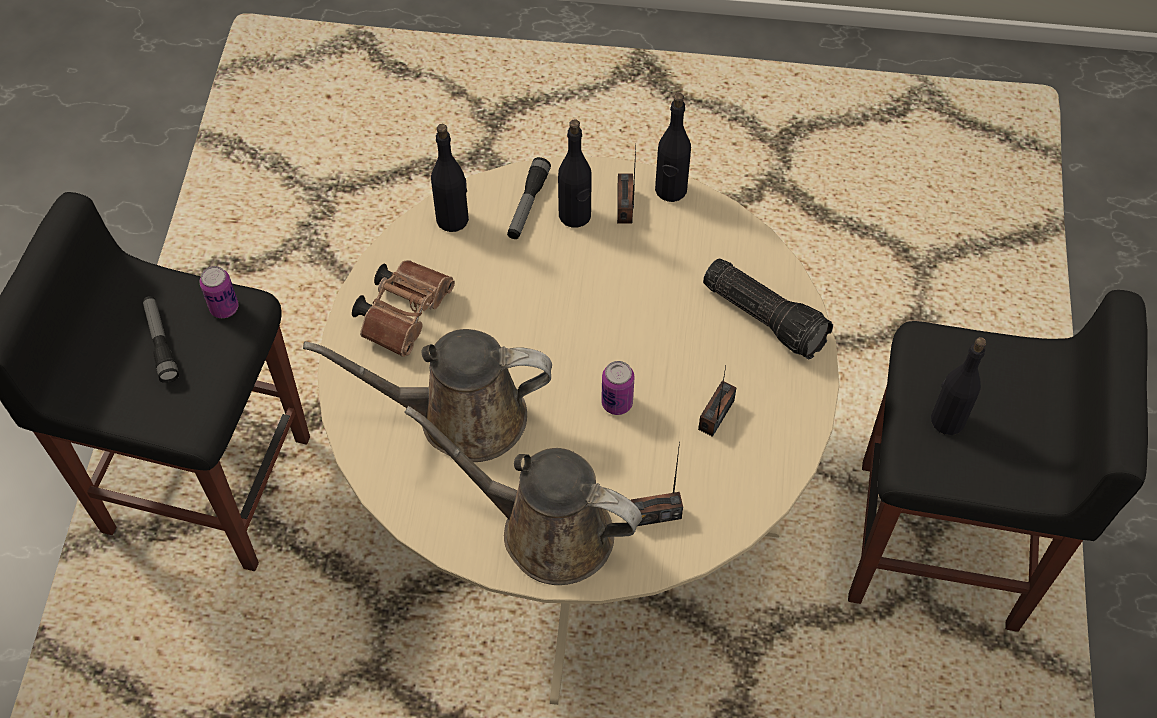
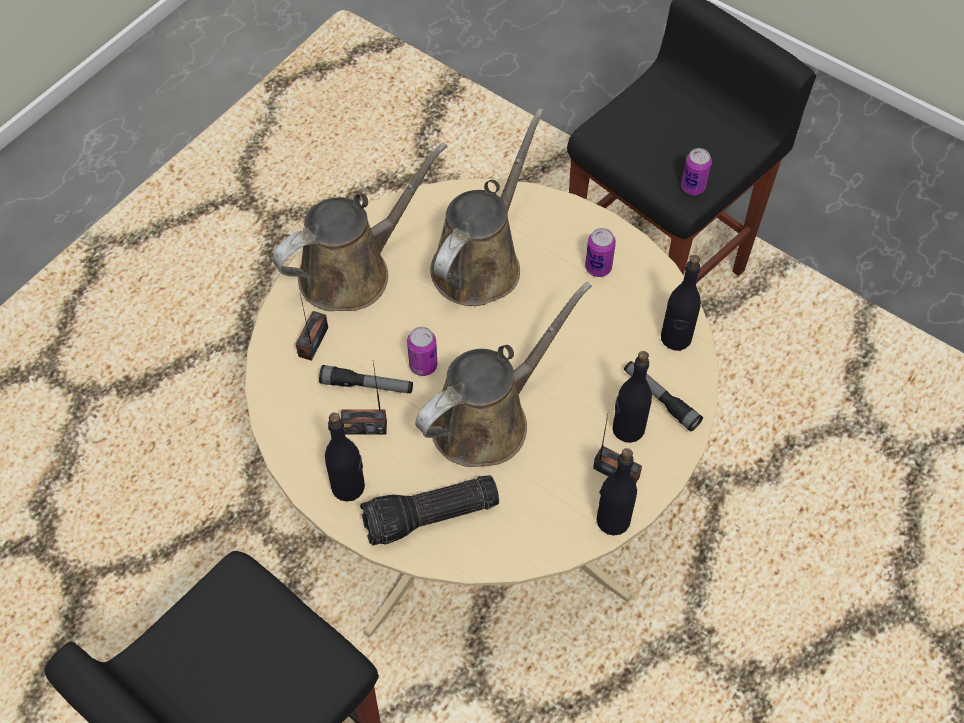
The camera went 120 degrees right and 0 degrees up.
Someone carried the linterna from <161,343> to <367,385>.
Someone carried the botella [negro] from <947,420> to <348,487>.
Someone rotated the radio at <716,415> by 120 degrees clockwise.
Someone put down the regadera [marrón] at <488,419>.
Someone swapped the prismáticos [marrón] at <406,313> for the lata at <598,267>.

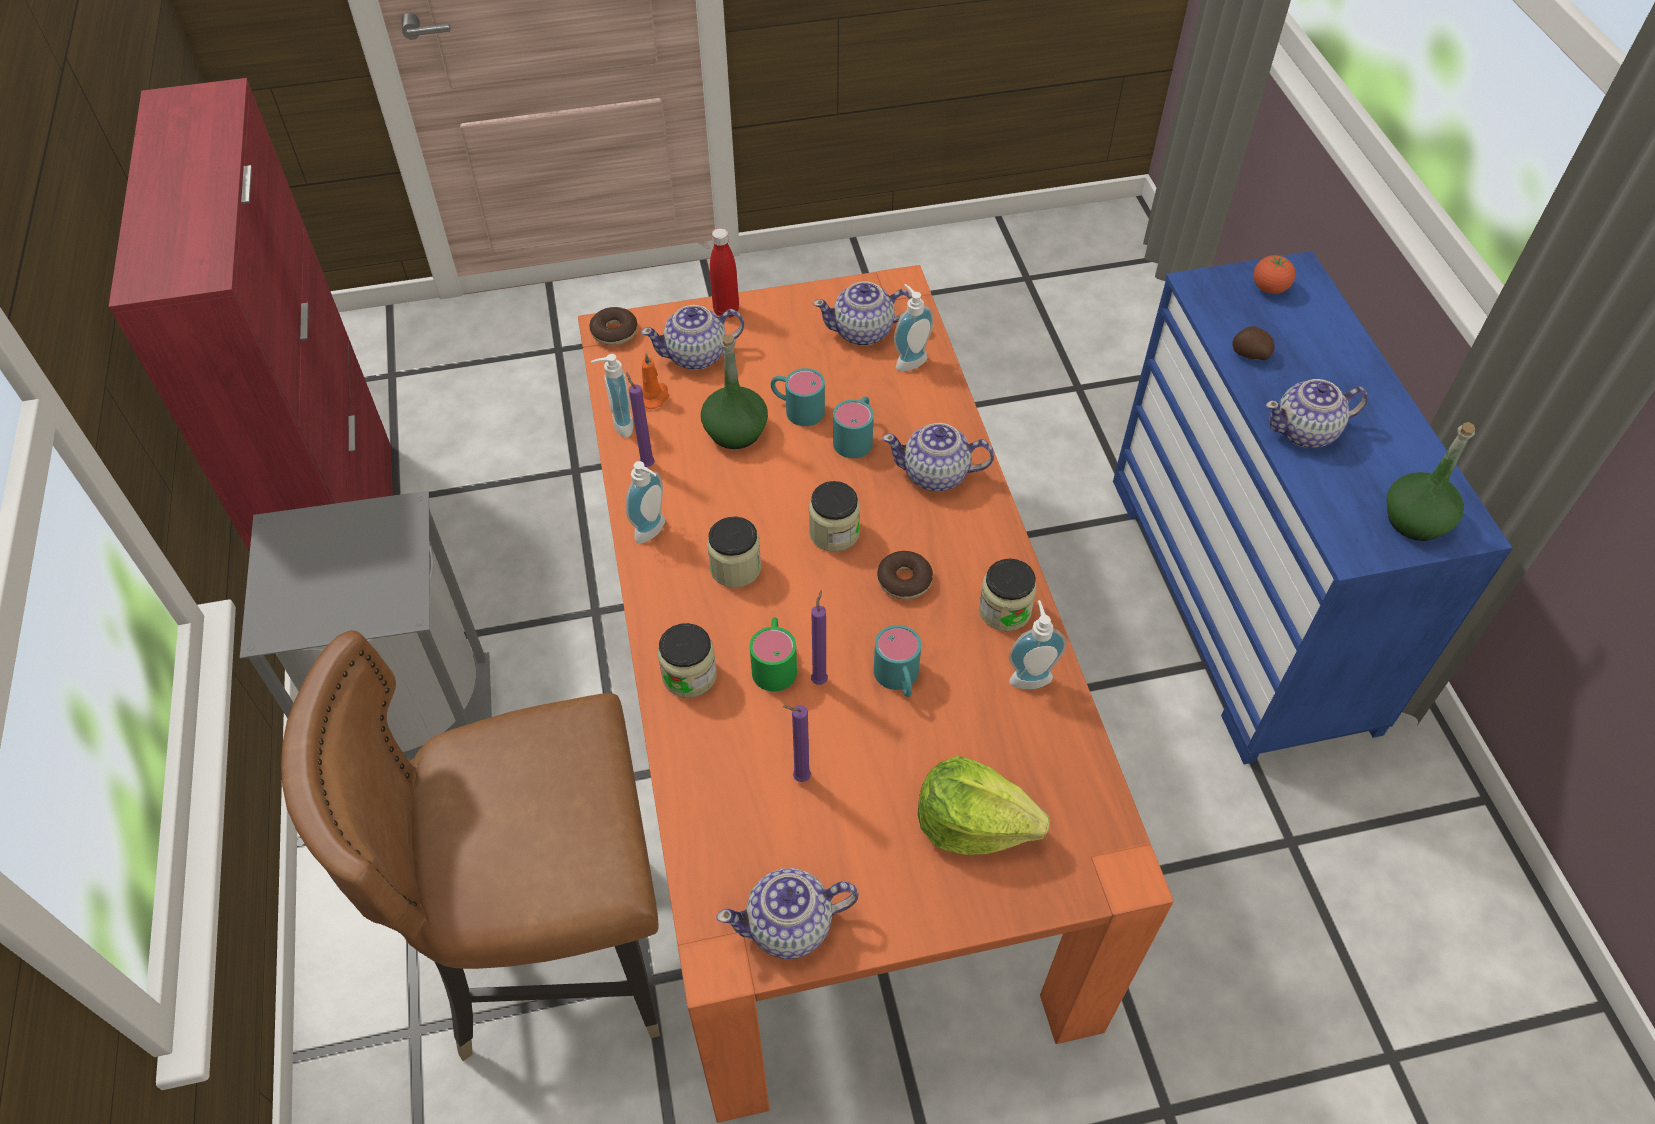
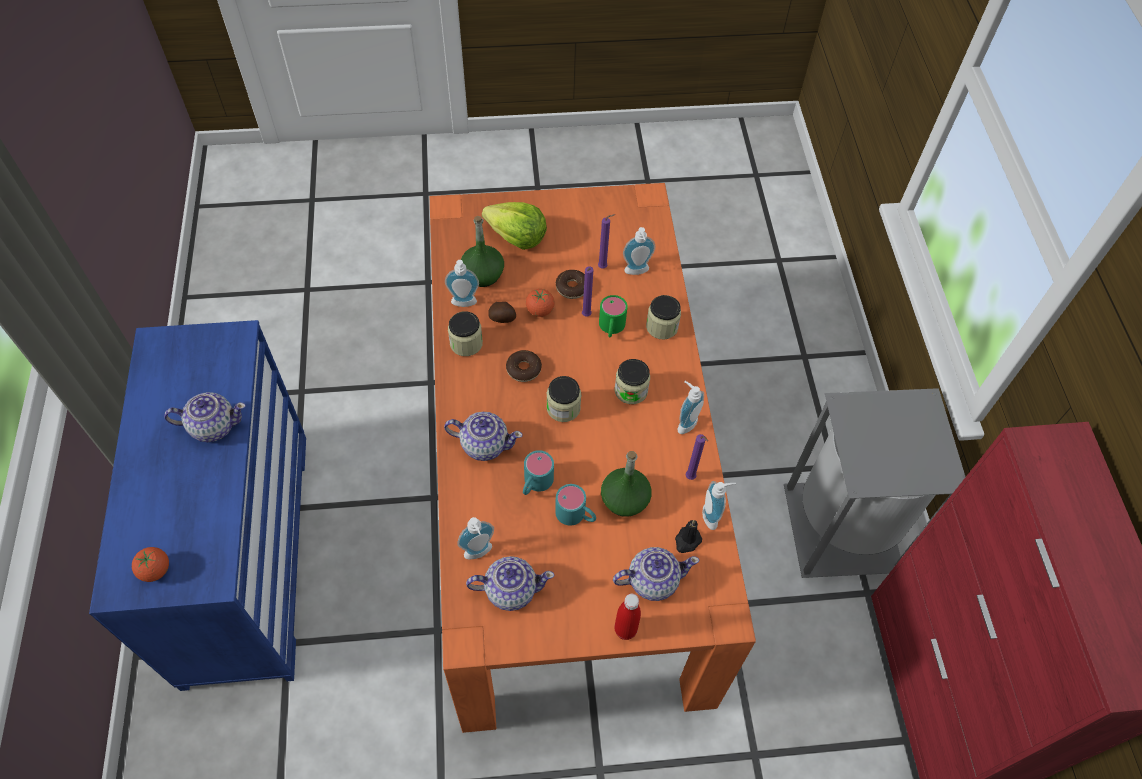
The camera went 175 degrees left and 5 degrees up.
Someone carried the botella [verde] from <1415,520> to <482,274>.
Someone carried the patata from <1249,354> to <503,318>.
Someone swapped the taza grande [turquesa] at <899,680> for the tomate at <540,310>.
Someone carried the rosquilla from <614,332> to <572,287>.
Someone put down the dispensador de jabón at <637,272>.
Someone repainted the vela [naranja] at <653,396>, which became the vela [negro] at <687,541>.
Someone took away the silla [marrón] at <557,954>.
Someone took away the tetera at <790,926>.

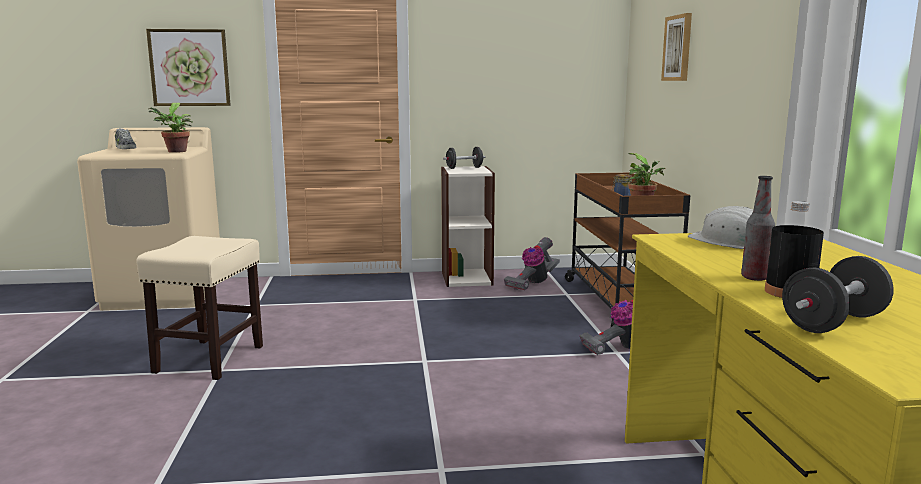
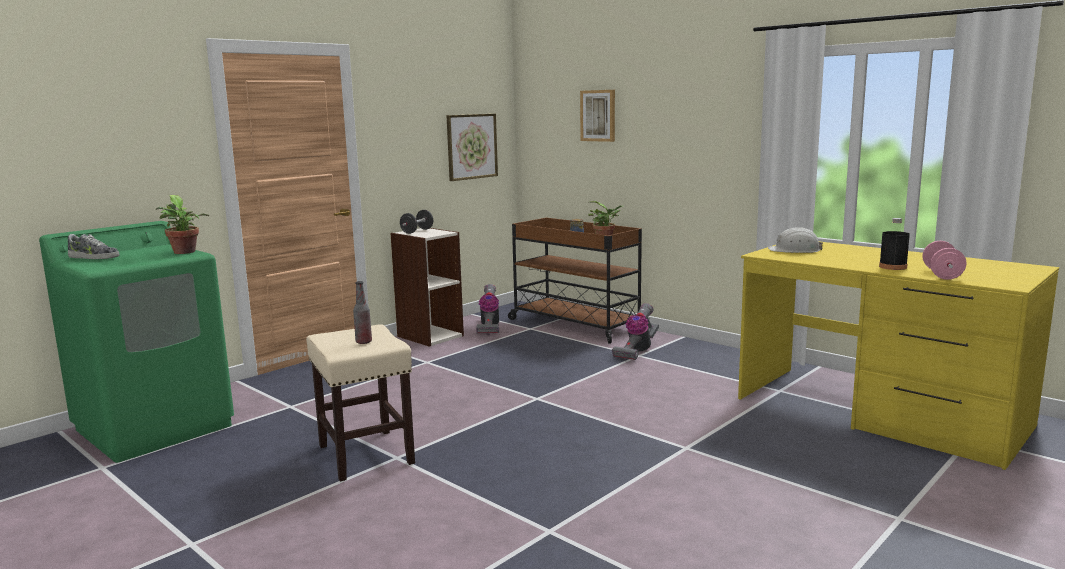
The camera went 40 degrees left and 0 degrees up.
Someone repainted the lavadora [beis] at <164,294>, which became the lavadora [verde] at <155,427>.
Someone carried the botella from <755,278> to <363,342>.
Someone carried the cuadro from <189,68> to <471,146>.
Someone repainted the mancuerna [negro] at <833,323>, which became the mancuerna [rosa] at <942,274>.

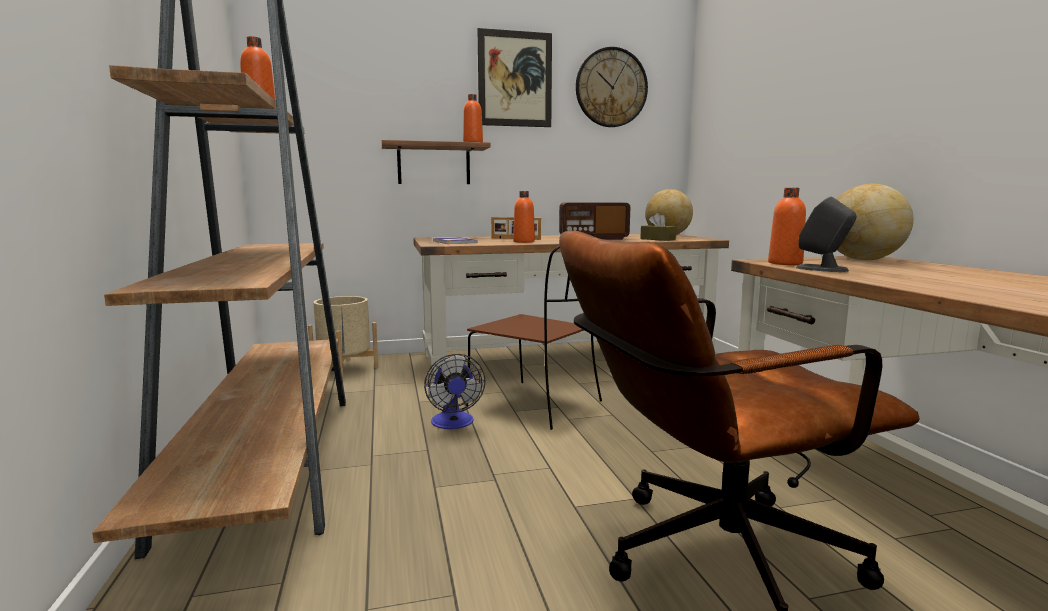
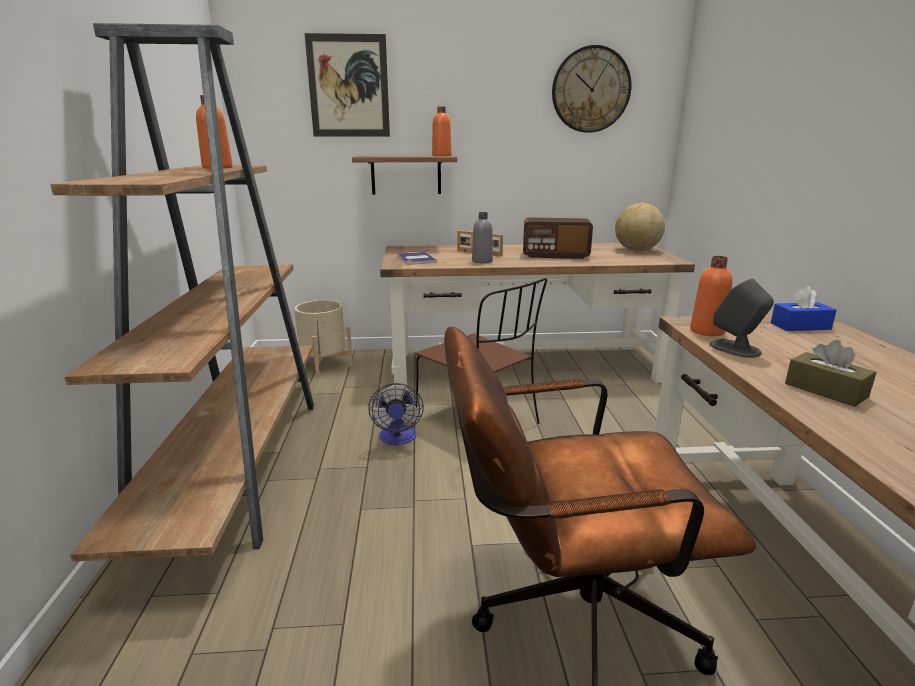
The camera went 10 degrees right and 10 degrees up.
Someone carried the cuadro from <515,79> to <348,86>.
Someone repainted the botella [naranja] at <524,241>, which became the botella [gris] at <482,261>.
Someone swapped the globo terráqueo at <863,260> for the caja de pañuelos [azul] at <800,326>.
Someone carried the caja de pañuelos [marrón] from <657,239> to <825,390>.

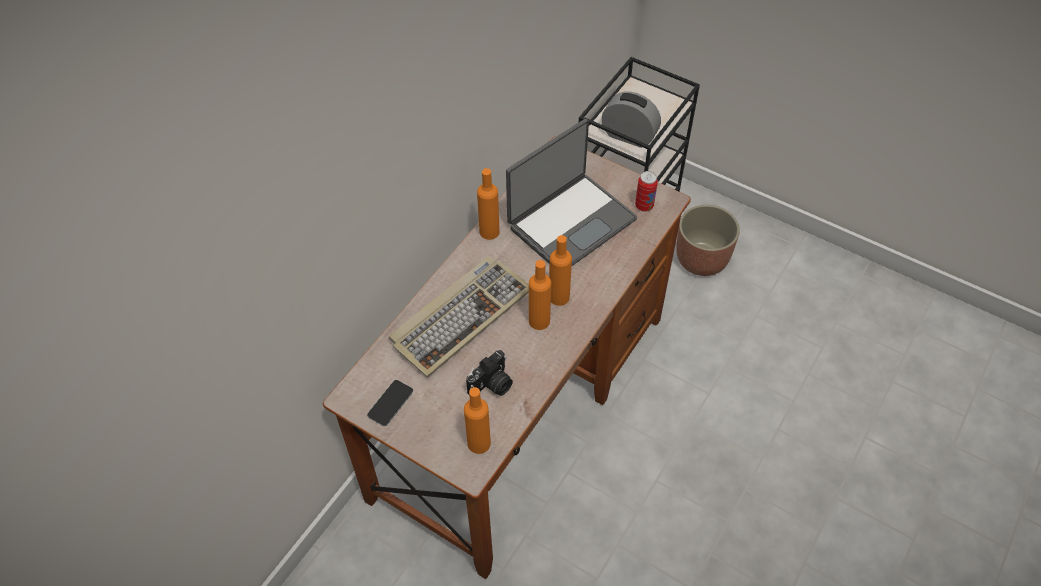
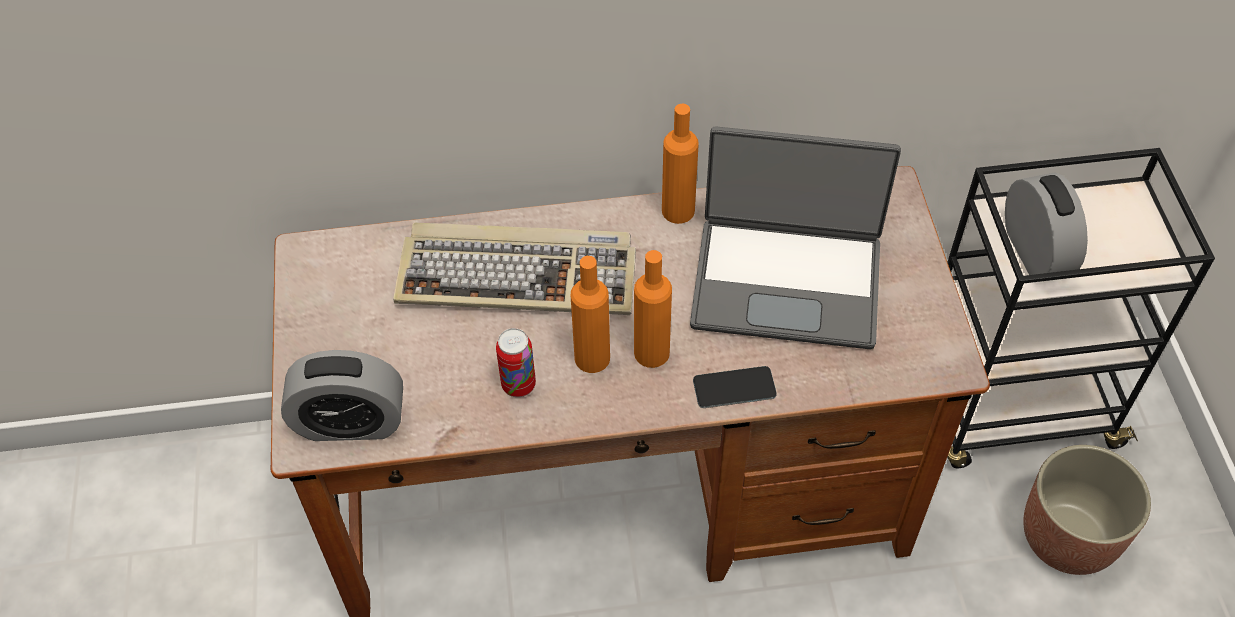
The camera went 50 degrees right and 0 degrees up.
Someone swapped the botella [naranja] at <479,443> for the despertador at <350,422>.
Someone carried the lata from <644,206> to <518,385>.
Someone carried the móvil from <390,403> to <734,388>.
Someone took away the cámara at <492,385>.

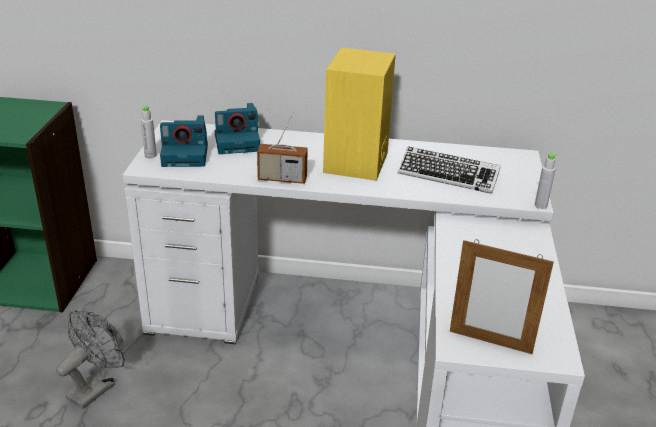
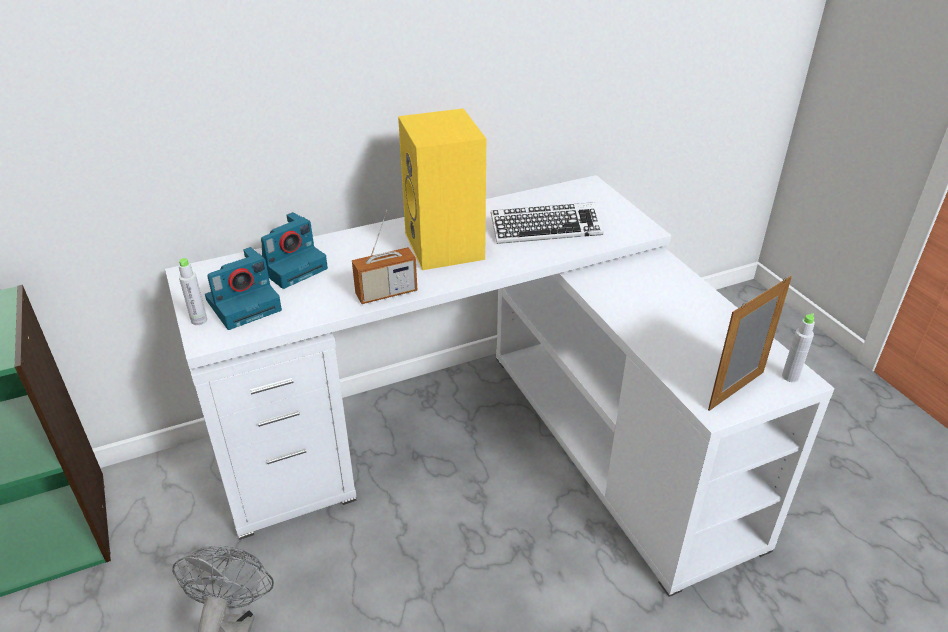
The camera went 30 degrees left and 5 degrees up.
Someone rotated the portarretratos at <490,342> by 150 degrees clockwise.
Someone carried the botella [gris] from <540,205> to <790,377>.

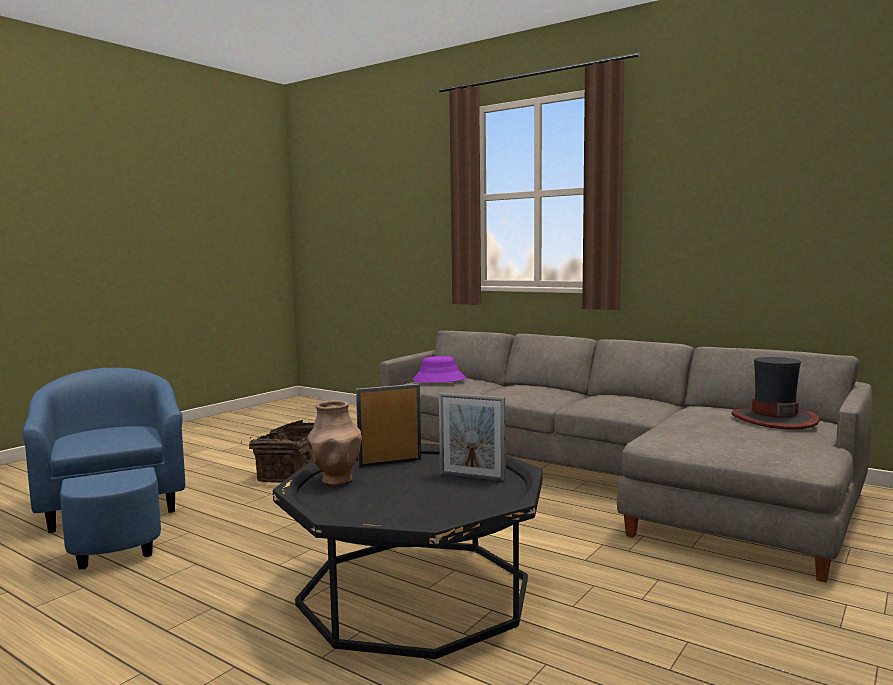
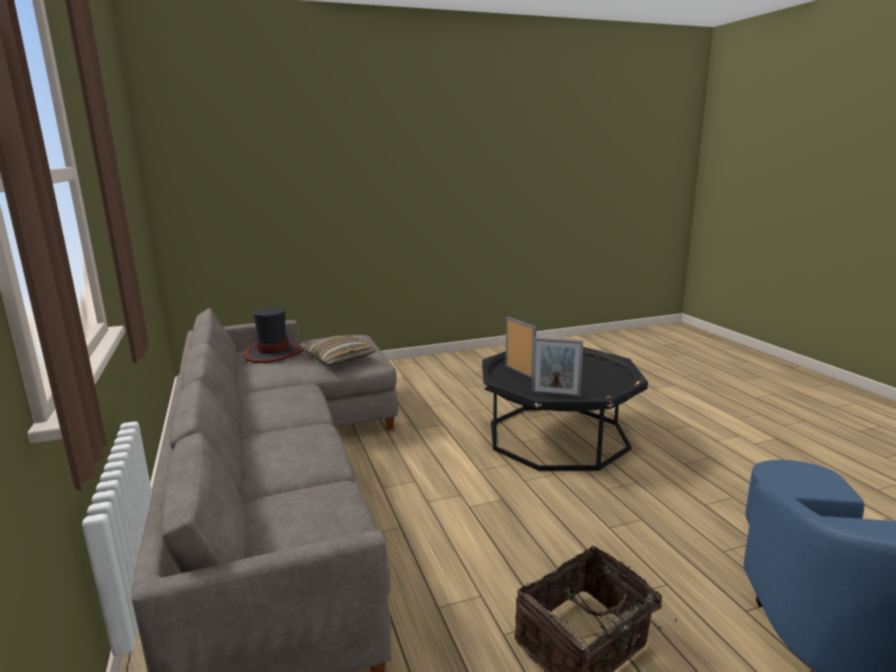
The camera went 145 degrees left and 10 degrees up.
Someone put down the cojín at <339,359>.
Someone took away the florero [marrón] at <336,480>.
Someone took away the sombrero [morado] at <439,380>.

